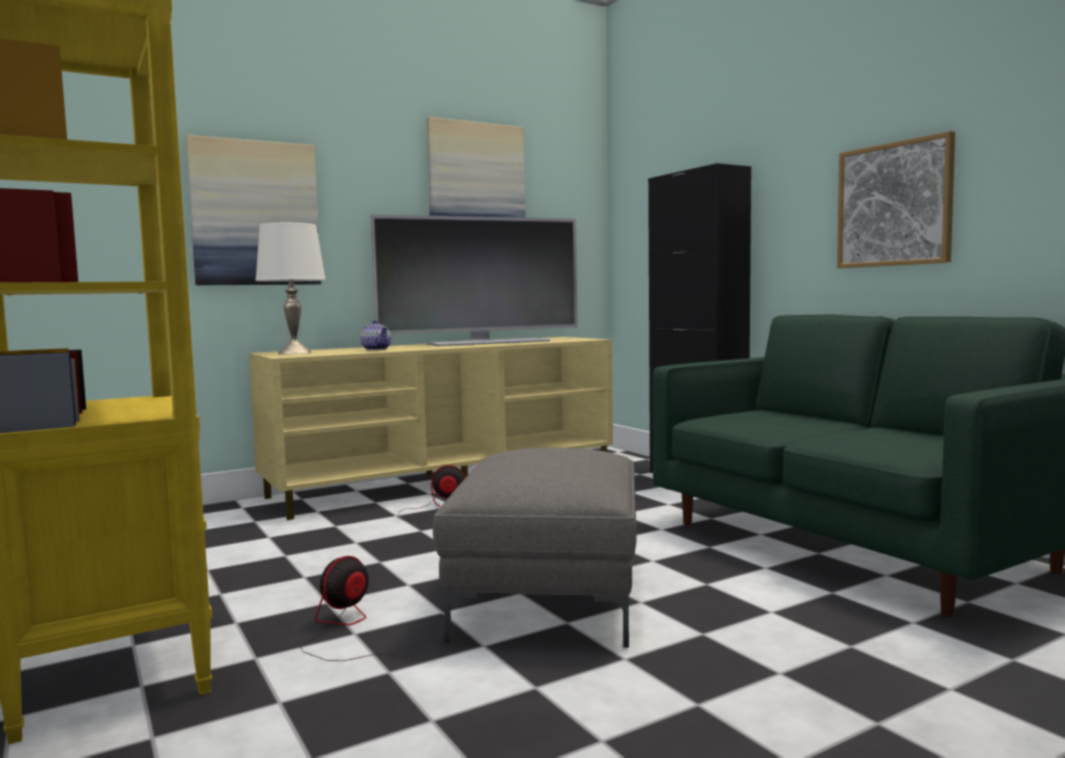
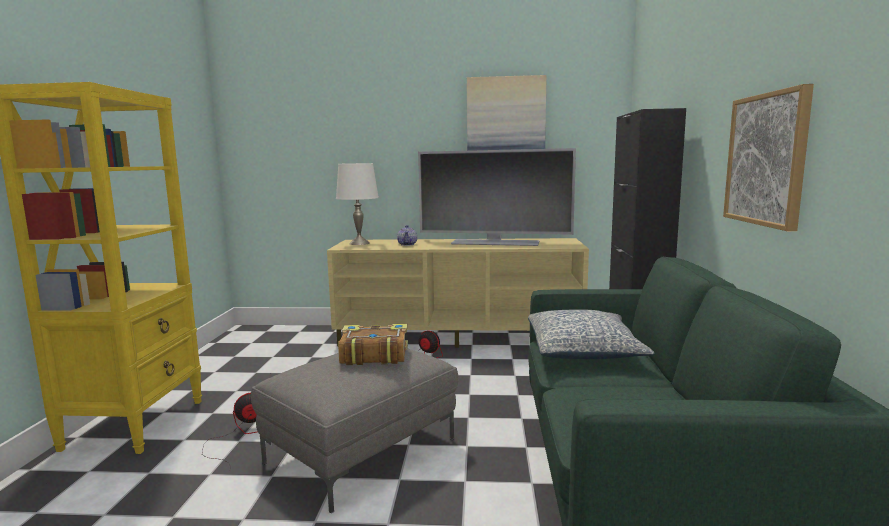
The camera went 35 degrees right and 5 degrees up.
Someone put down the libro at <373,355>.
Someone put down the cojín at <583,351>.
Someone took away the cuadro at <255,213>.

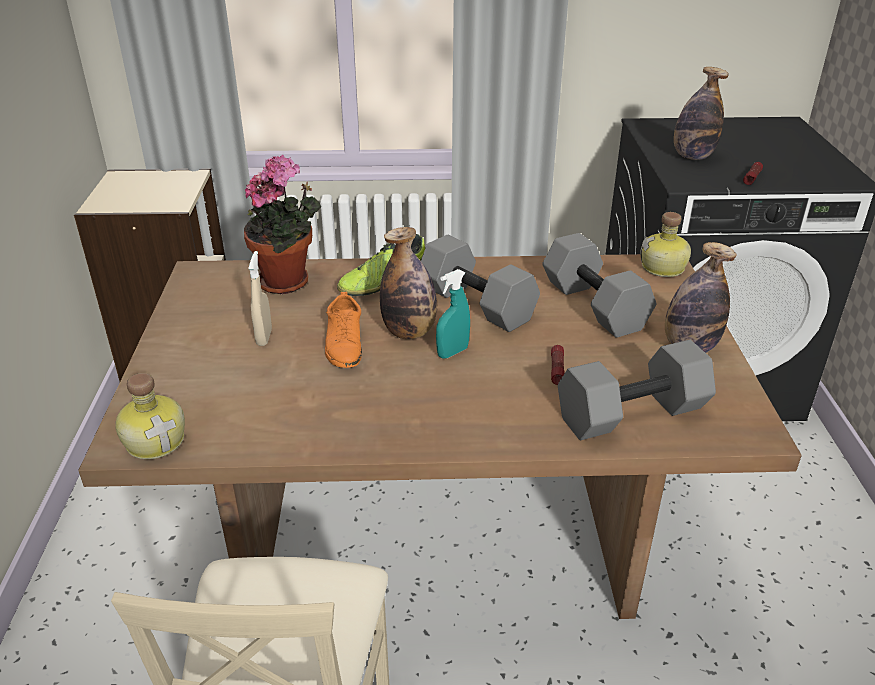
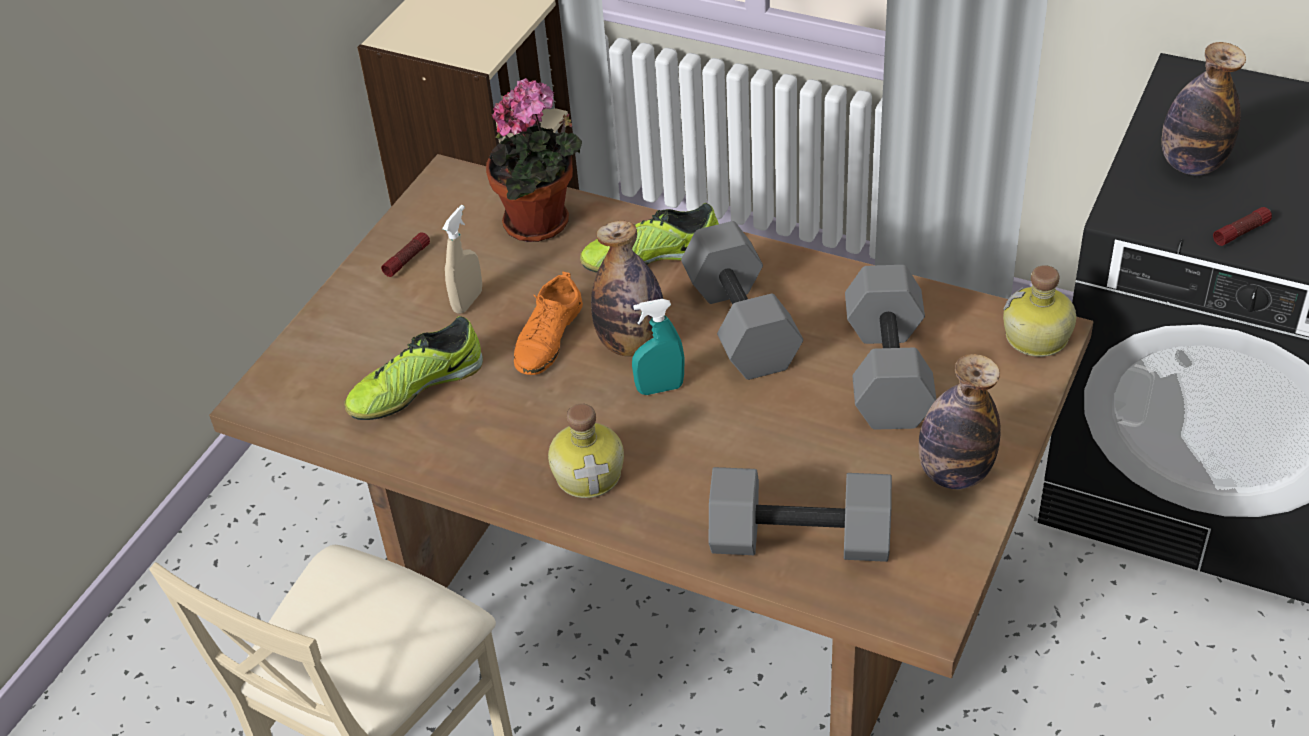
The camera went 30 degrees right and 10 degrees up.
Someone put down the zapato at <415,388>.
Someone carried the linterna from <557,369> to <407,260>.
Someone carried the botella from <156,440> to <590,473>.

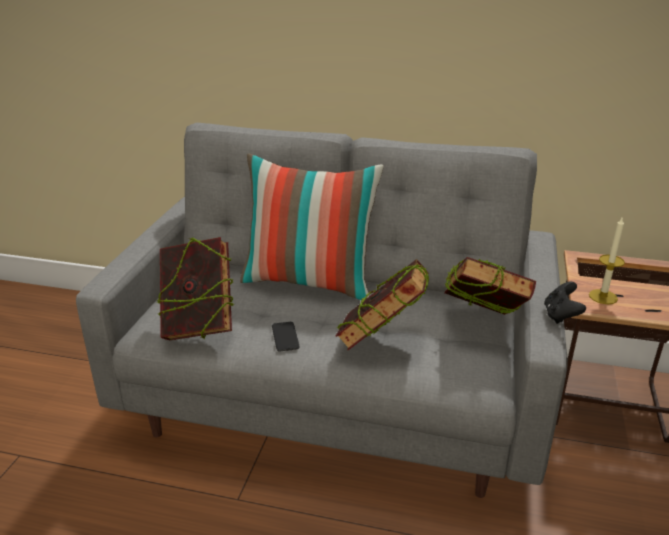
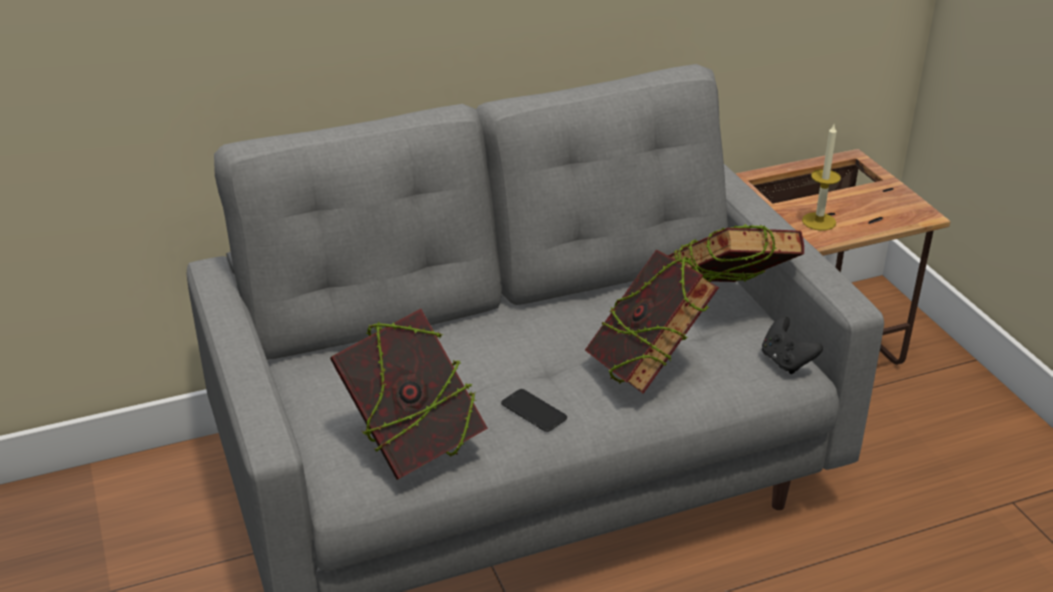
The camera went 35 degrees left and 5 degrees up.
Someone carried the mando de consola [negro] from <560,316> to <786,361>.
Someone took away the cojín at <309,282>.

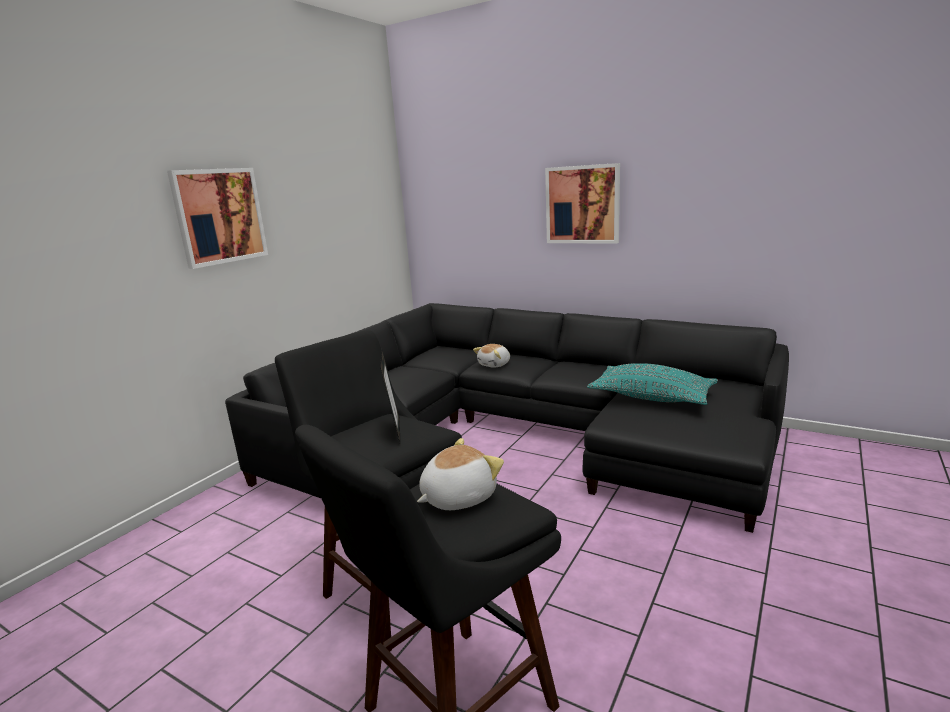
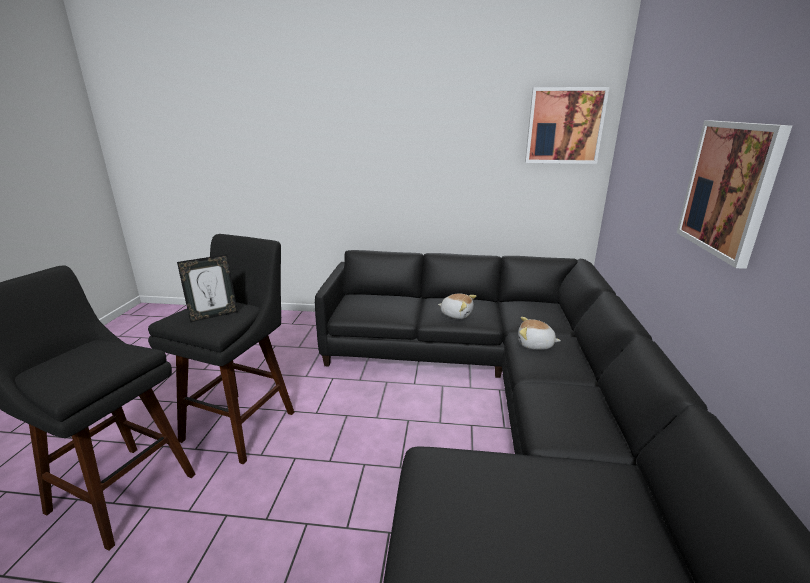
The camera went 65 degrees right and 5 degrees up.
Someone carried the peluche from <457,497> to <456,314>.
Someone carried the cuadro from <219,216> to <564,126>.
Someone took away the cojín [turquesa] at <651,397>.

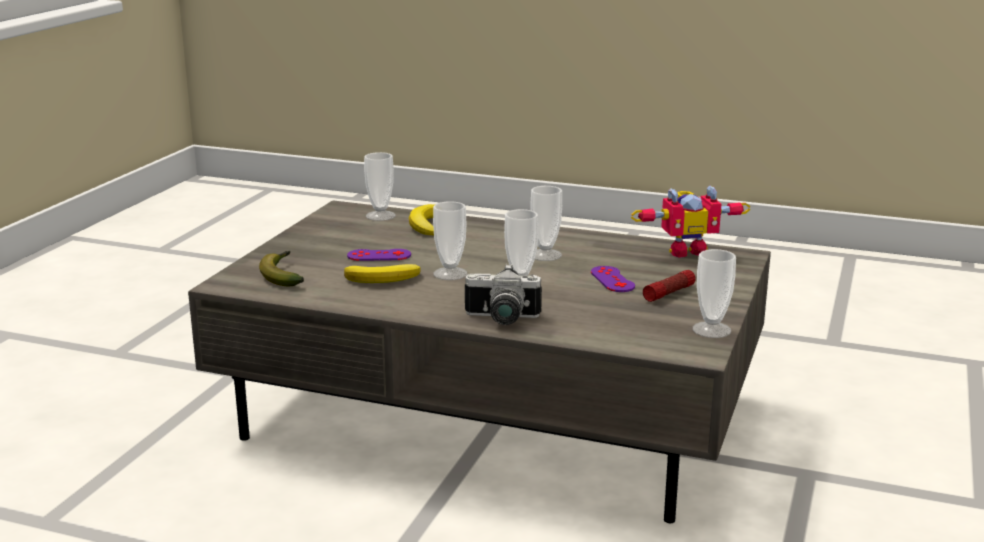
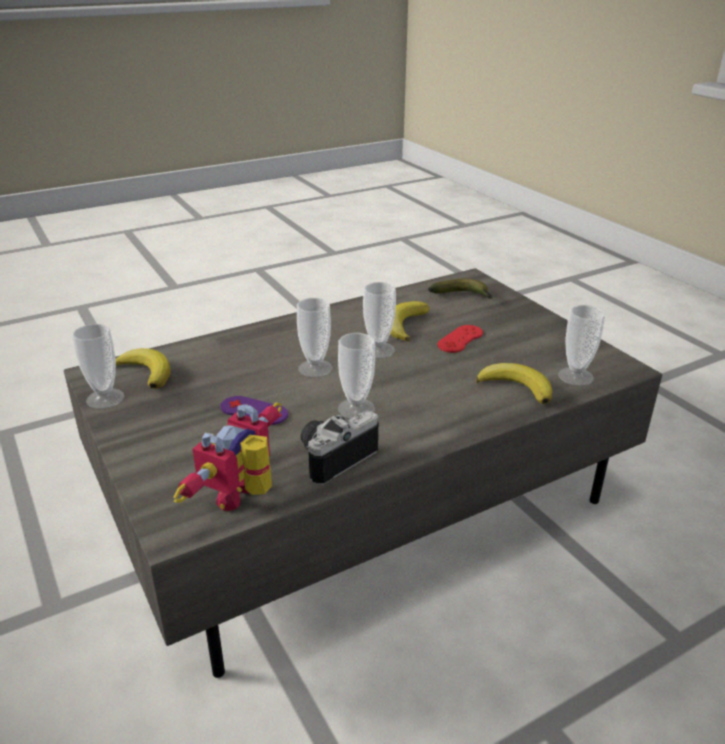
The camera went 130 degrees right and 10 degrees up.
Someone put down the plátano at <146,372>.
Someone carried the cámara from <501,319> to <333,456>.
Someone repainted the mando de consola [morado] at <379,255>, which became the mando de consola [rojo] at <460,339>.
Someone took away the linterna at <669,293>.

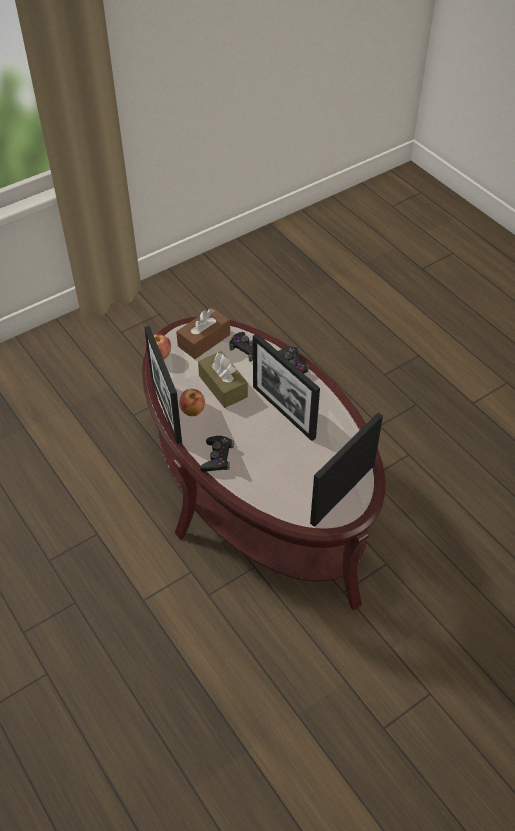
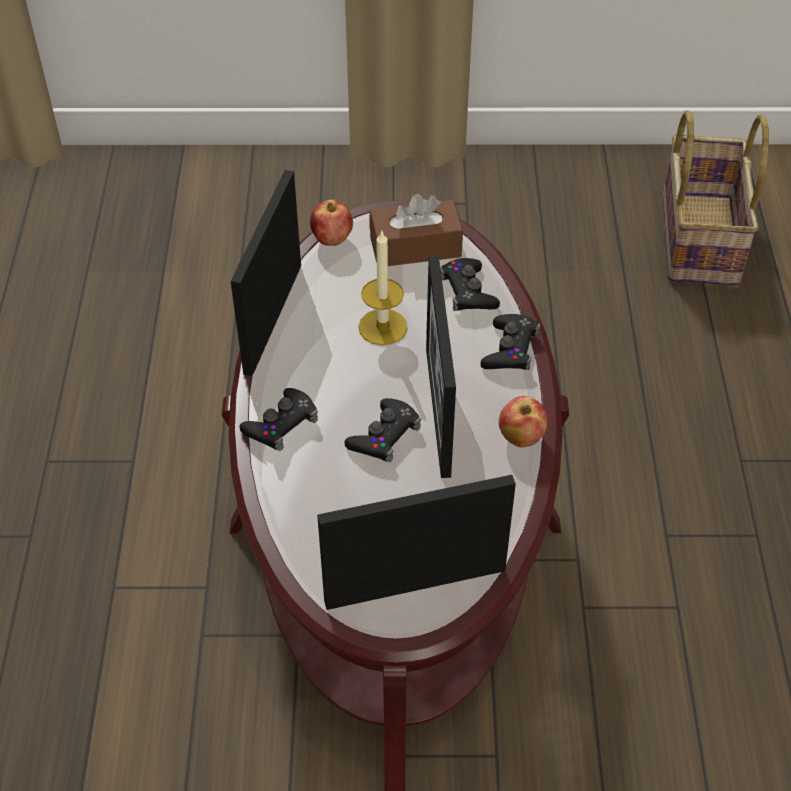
The camera went 35 degrees right and 0 degrees up.
Someone put down the mando de consola [negro] at <384,436>.
Someone swapped the caja de pañuelos [marrón] at <223,386> for the vela at <382,327>.
Someone carried the manzana from <192,411> to <521,437>.
Someone put down the cesta at <697,238>.

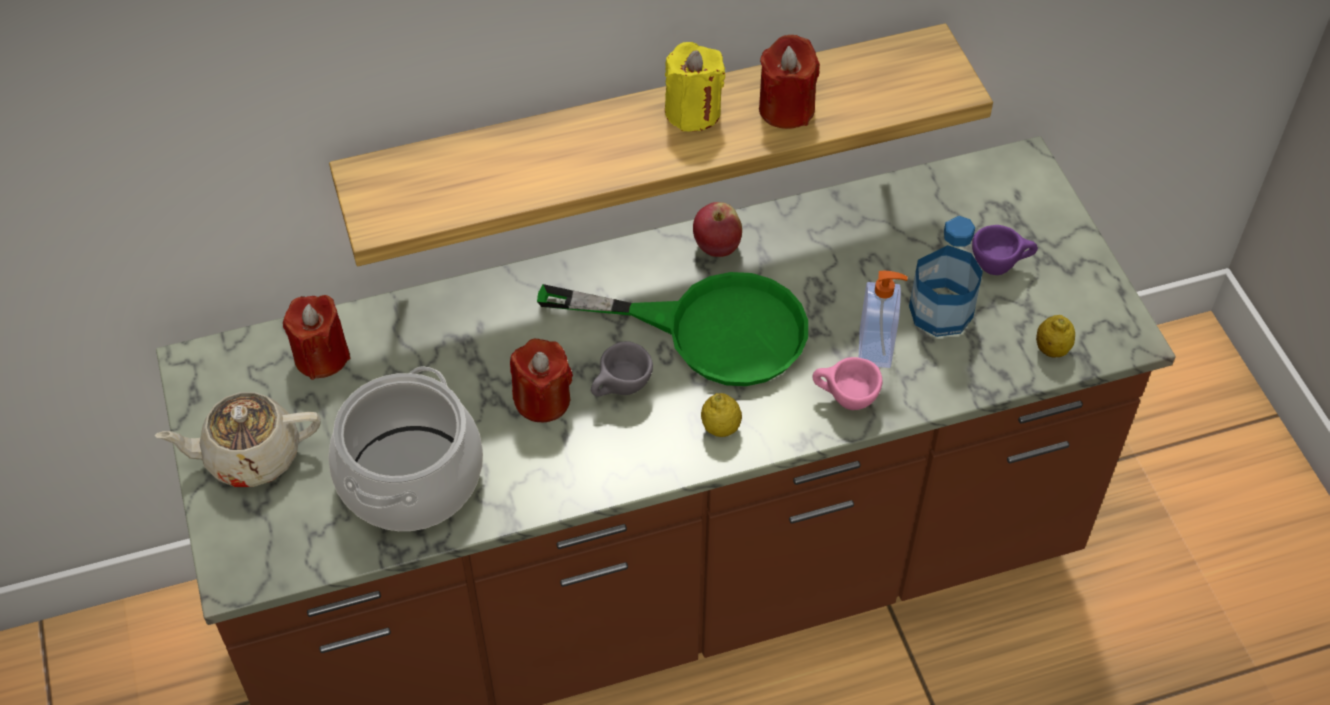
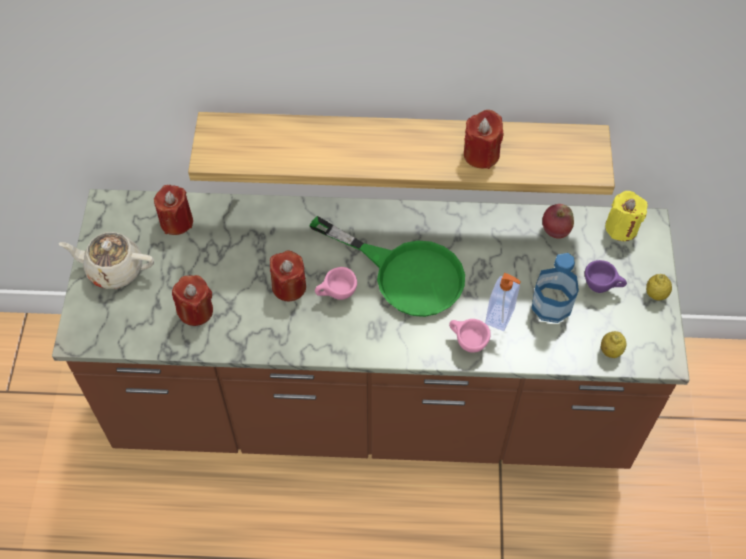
The camera went 20 degrees right and 5 degrees up.
Someone swapped the olla at <411,478> for the vela [rojo] at <196,311>.
Someone repainted the taza [gris] at <620,391>, which became the taza [rosa] at <336,295>.
Someone carried the manzana from <717,247> to <555,231>.
Someone carried the vela [amarillo] from <693,112> to <621,228>.
Someone carried the limón from <720,428> to <656,294>.

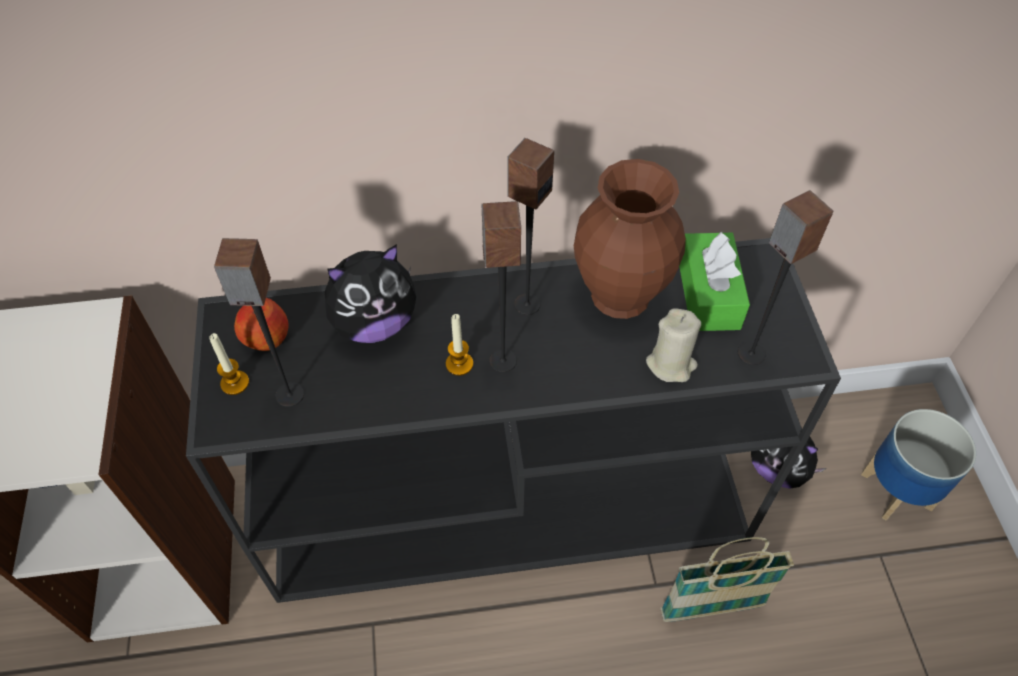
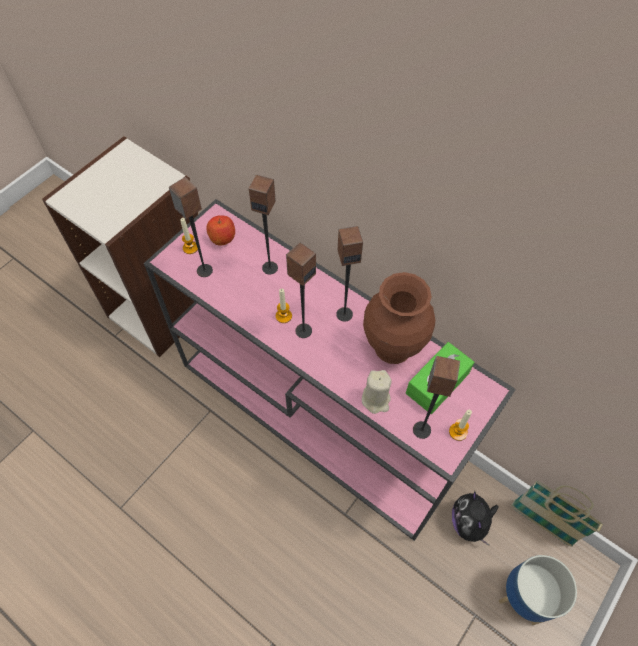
The camera went 45 degrees right and 5 degrees up.
Someone repainted the mesa consola [negro] at <513,504>, which became the mesa consola [rosa] at <320,416>.
Someone swapped the peluche at <374,323> for the altavoz at <270,267>.
Someone put down the vela at <458,432>.
Someone carried the cesta from <712,608> to <541,523>.

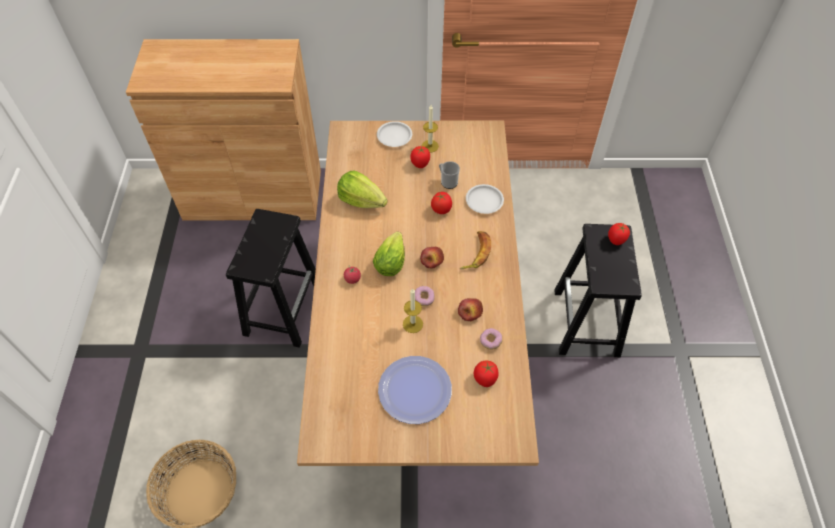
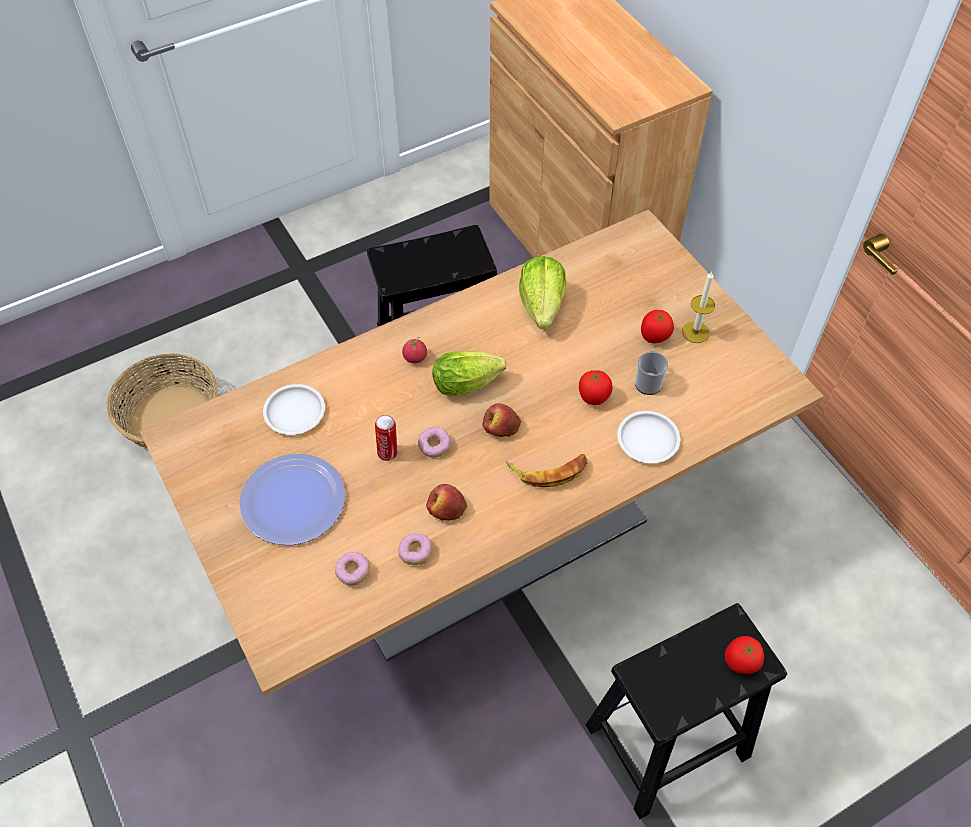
The camera went 60 degrees right and 0 degrees up.
Someone carried the plato [blanco] from <394,136> to <294,412>.
Someone swapped the tomate at <485,379> for the rosquilla at <353,572>.
Someone swapped the vela at <412,324> for the lata at <388,452>.

